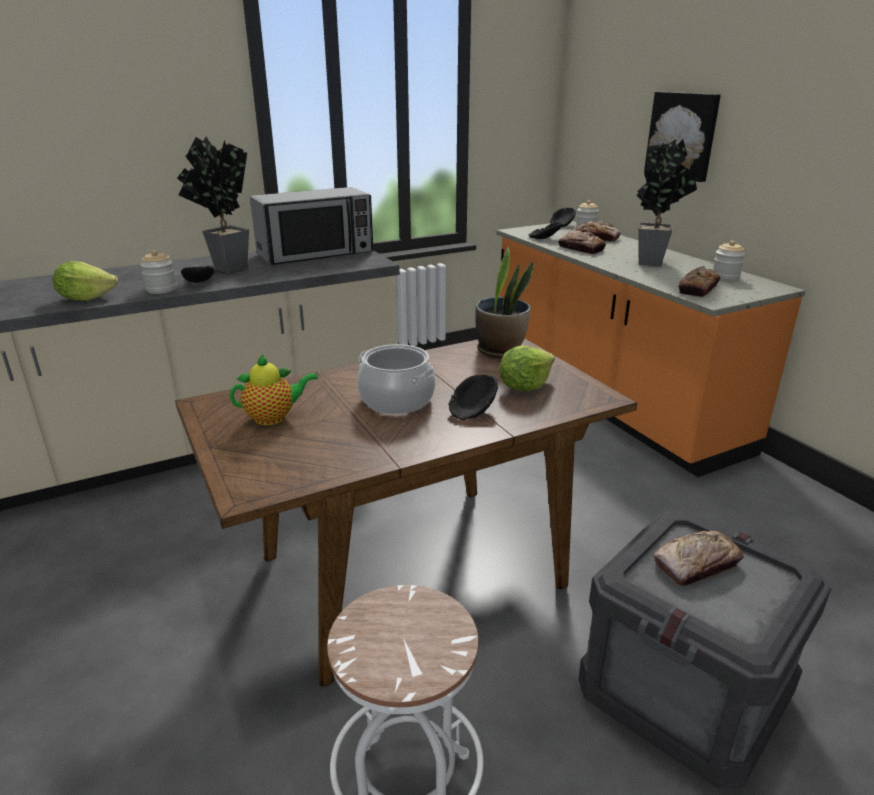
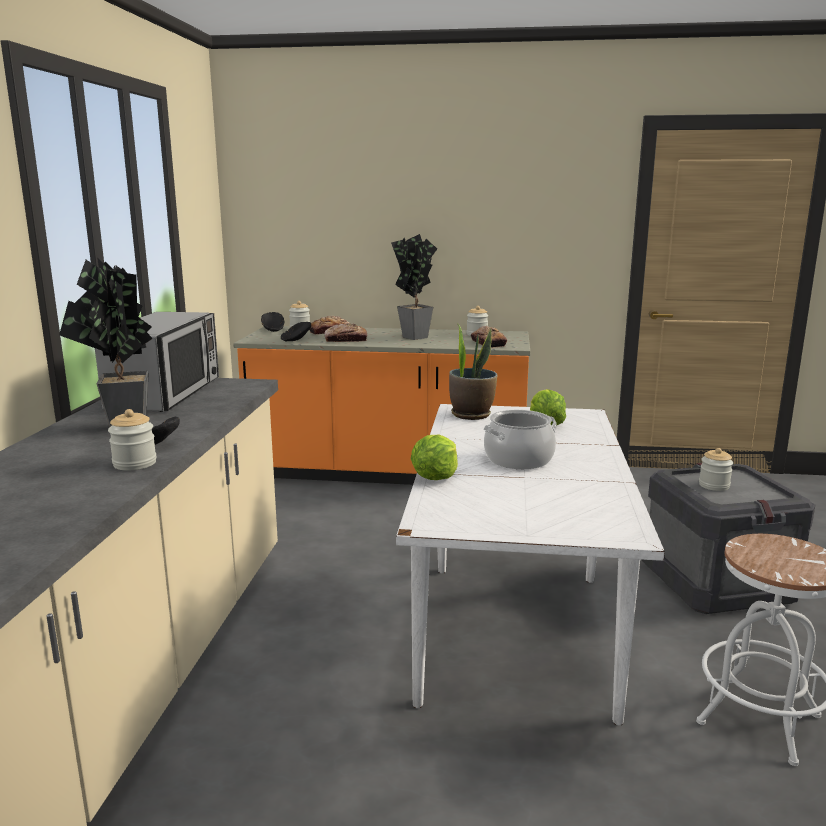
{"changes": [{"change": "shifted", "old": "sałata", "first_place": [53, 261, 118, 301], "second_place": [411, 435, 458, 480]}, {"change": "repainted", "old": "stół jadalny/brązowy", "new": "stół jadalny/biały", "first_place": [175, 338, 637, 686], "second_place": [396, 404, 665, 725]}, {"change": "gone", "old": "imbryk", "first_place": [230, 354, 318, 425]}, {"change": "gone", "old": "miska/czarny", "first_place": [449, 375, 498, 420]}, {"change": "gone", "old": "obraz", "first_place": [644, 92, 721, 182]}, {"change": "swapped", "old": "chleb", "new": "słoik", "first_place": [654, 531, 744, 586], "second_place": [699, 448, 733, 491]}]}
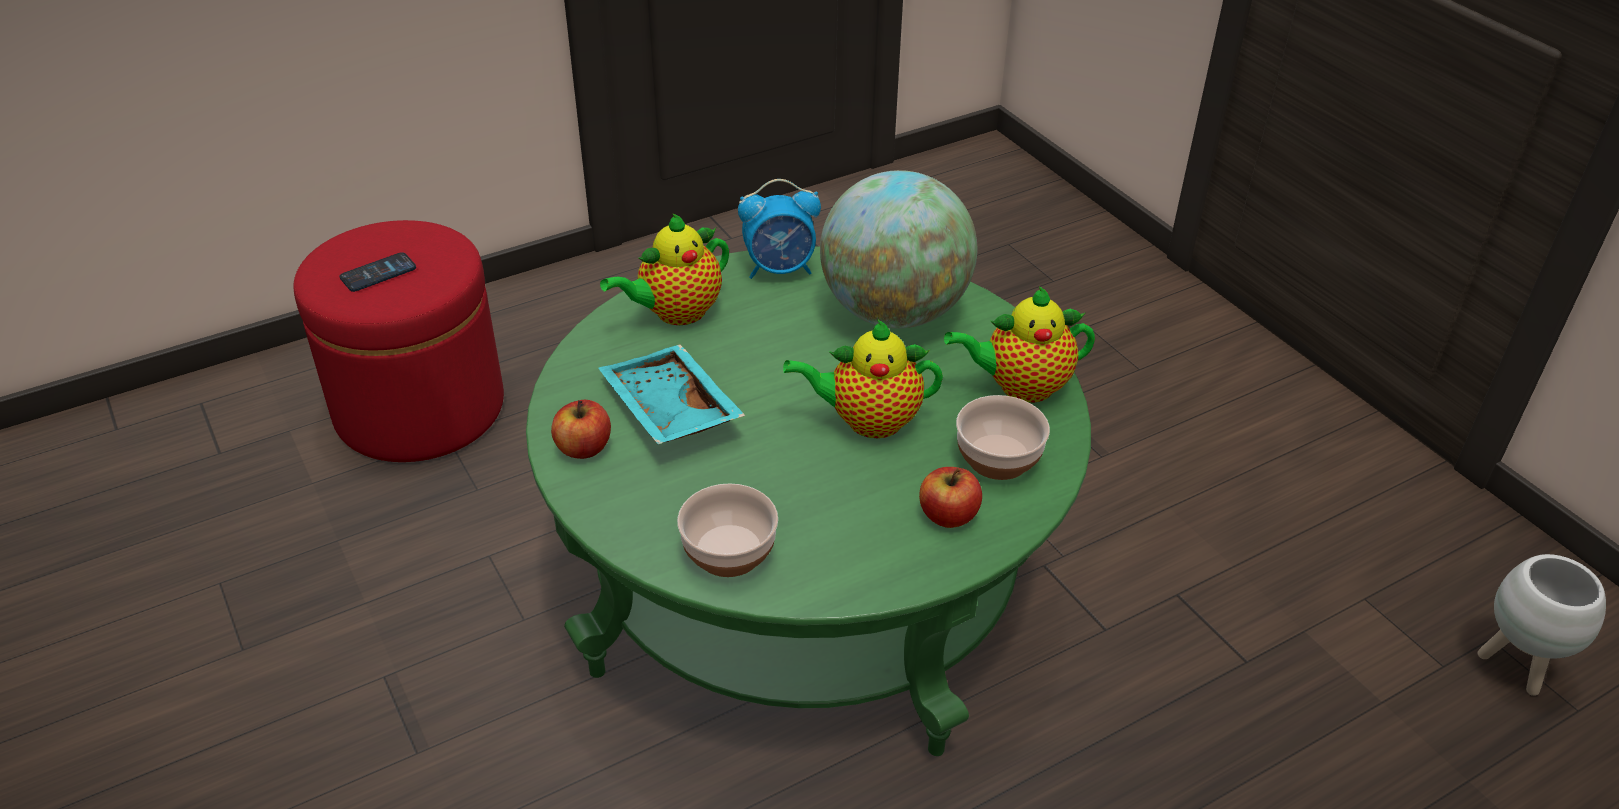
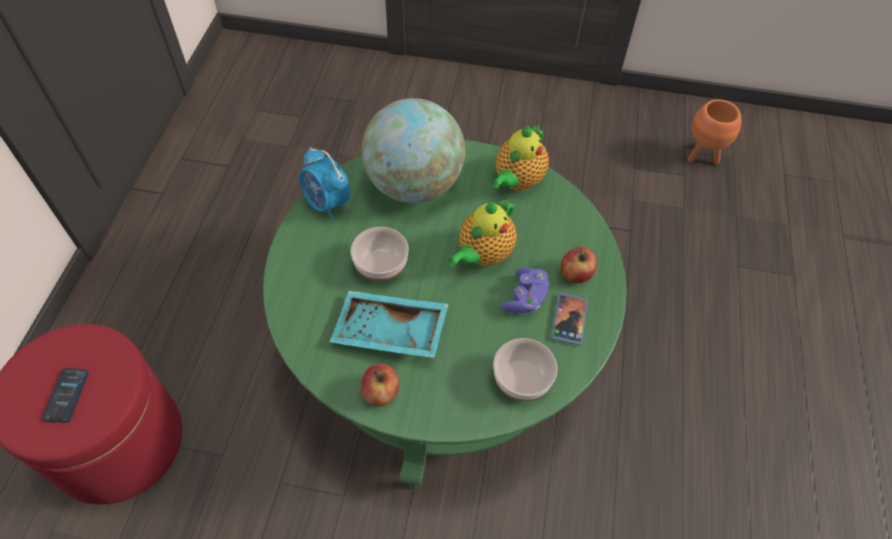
{"changes": [{"change": "gone", "old": "imbryk", "first_place": [600, 213, 729, 325]}, {"change": "rotated", "old": "budzik", "first_place": [738, 179, 821, 279], "second_place": [299, 147, 350, 220], "degrees": 105}, {"change": "shifted", "old": "miska", "first_place": [956, 395, 1050, 480], "second_place": [351, 227, 409, 282]}, {"change": "repainted", "old": "donica/biały", "new": "donica/pomarańczowy", "first_place": [1477, 554, 1606, 696], "second_place": [687, 99, 742, 164]}, {"change": "new", "new": "pad do gier/fioletowy", "second_place": [501, 268, 549, 313]}, {"change": "new", "new": "telefon", "second_place": [552, 292, 588, 346]}]}
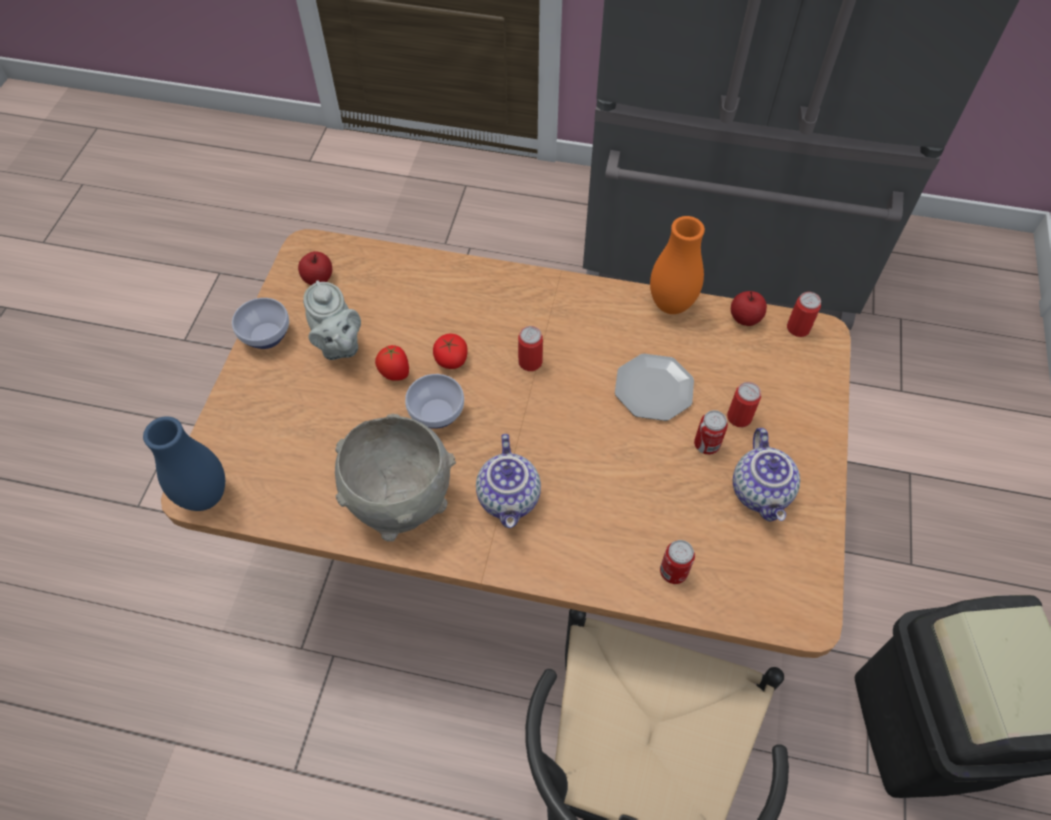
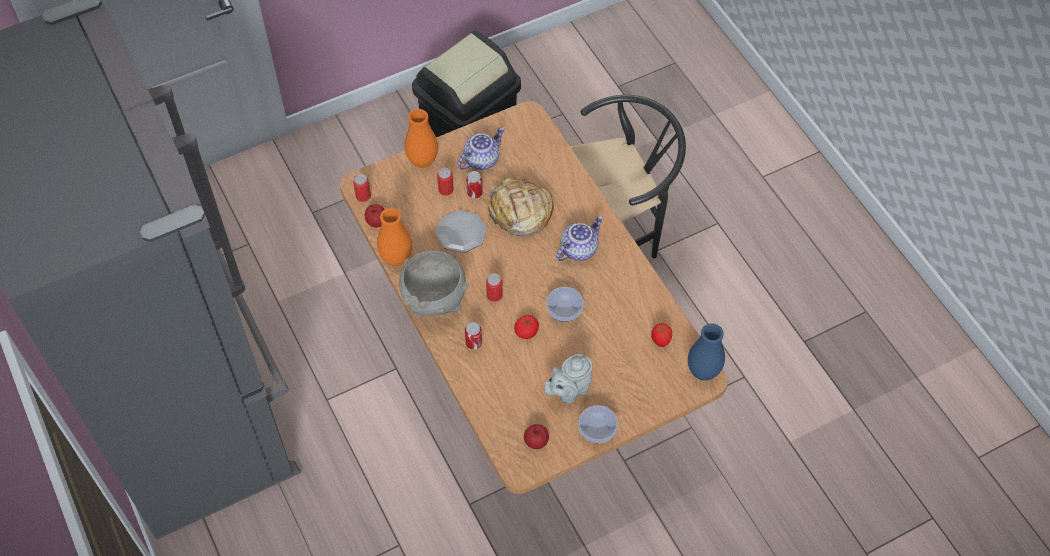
{"changes": [{"change": "rotated", "old": "imbryk/szary", "first_place": [303, 280, 361, 360], "second_place": [544, 354, 593, 404], "degrees": -150}, {"change": "shifted", "old": "miska/szary", "first_place": [335, 414, 456, 542], "second_place": [399, 251, 469, 318]}, {"change": "shifted", "old": "pomidor", "first_place": [375, 345, 409, 381], "second_place": [651, 323, 672, 347]}, {"change": "shifted", "old": "puszka", "first_place": [660, 540, 695, 584], "second_place": [465, 322, 482, 350]}, {"change": "new", "new": "wazon/pomarańczowy", "second_place": [405, 109, 438, 168]}, {"change": "new", "new": "chleb", "second_place": [488, 178, 554, 236]}]}
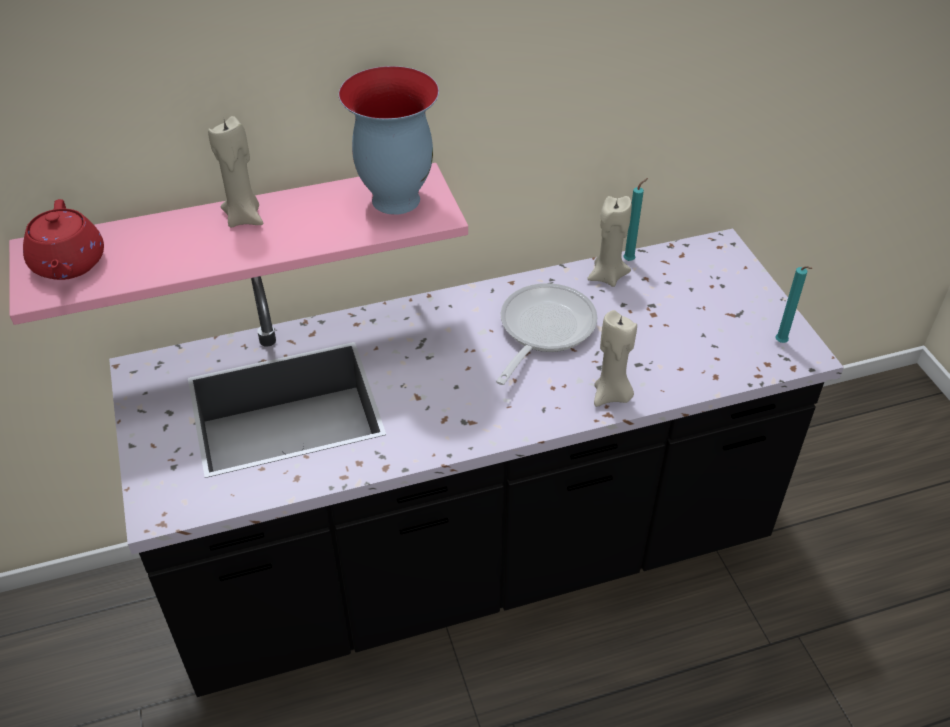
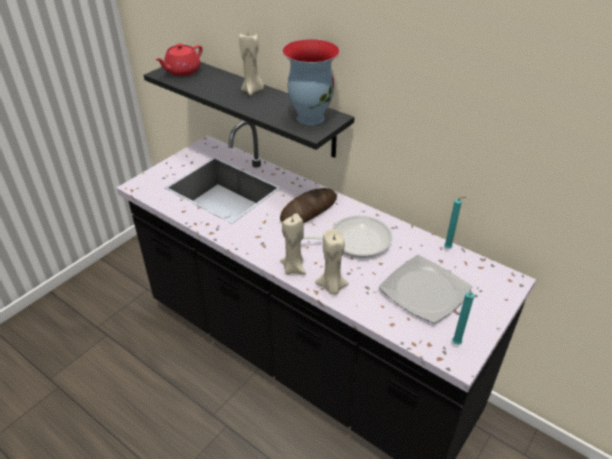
{"changes": [{"change": "repainted", "old": "półka/różowy", "new": "półka/czarny", "first_place": [9, 163, 468, 325], "second_place": [144, 62, 354, 158]}, {"change": "shifted", "old": "świeca/beżowy", "first_place": [587, 196, 632, 287], "second_place": [280, 213, 306, 275]}, {"change": "new", "new": "chleb", "second_place": [280, 188, 337, 223]}, {"change": "new", "new": "talerz", "second_place": [379, 255, 472, 323]}]}
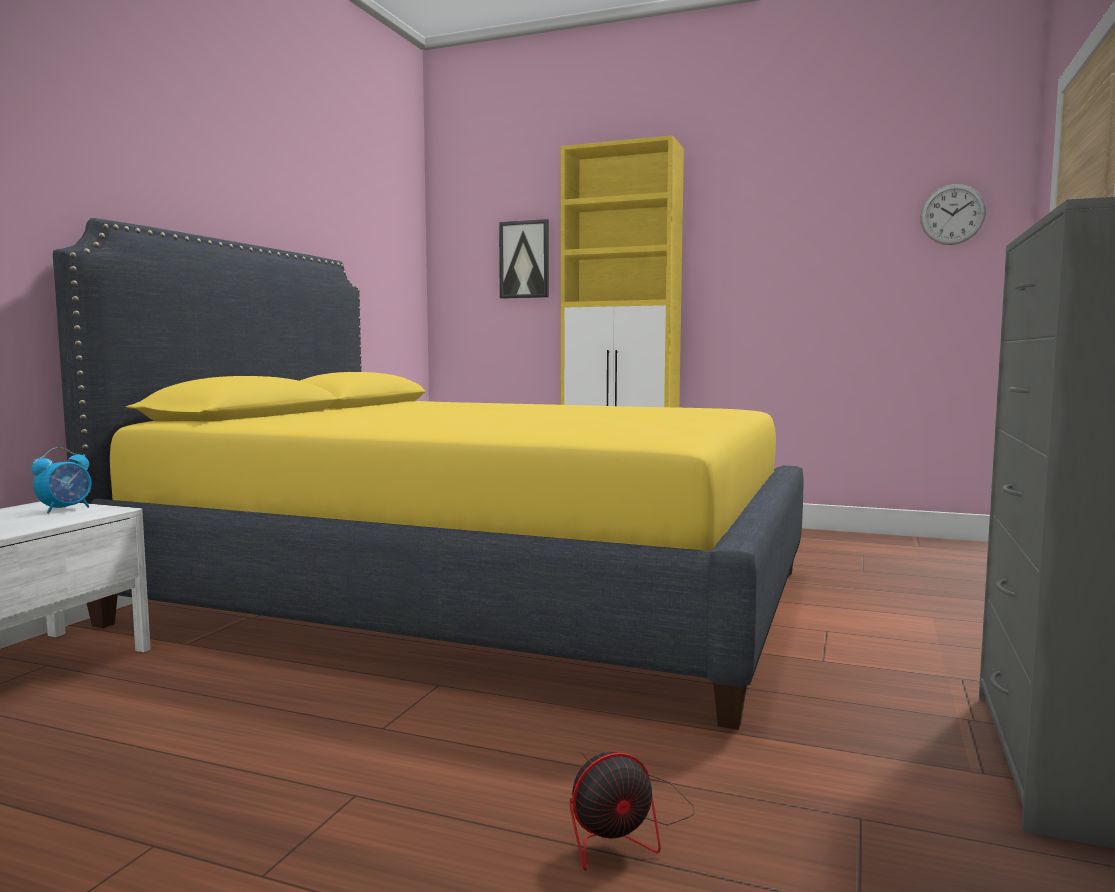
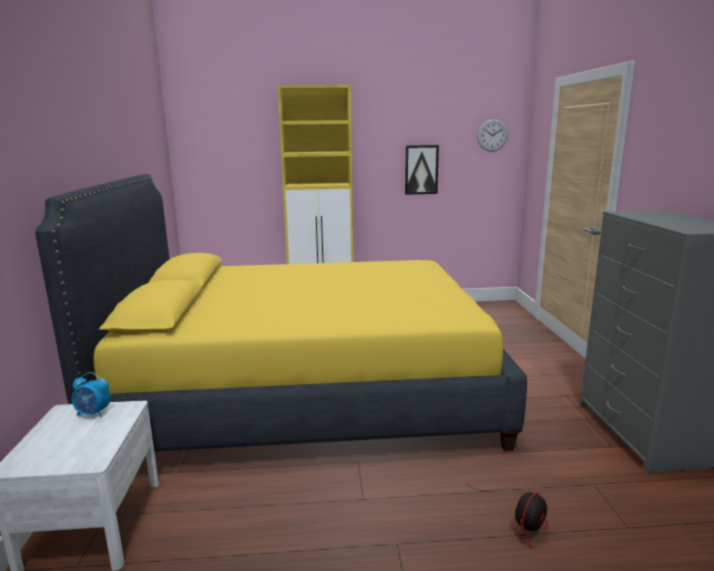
{"changes": [{"change": "rotated", "old": "budzik", "first_place": [31, 447, 92, 514], "second_place": [72, 372, 111, 418], "degrees": 90}, {"change": "shifted", "old": "obraz", "first_place": [499, 219, 549, 299], "second_place": [405, 145, 439, 195]}]}
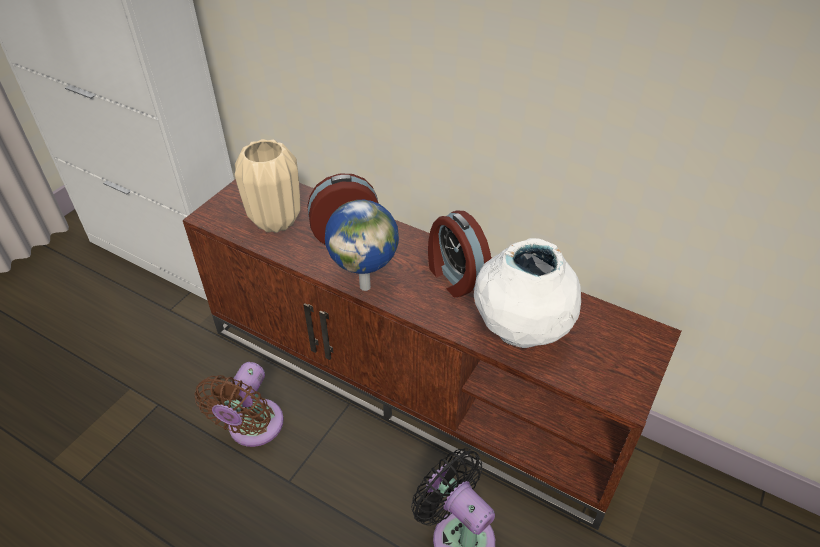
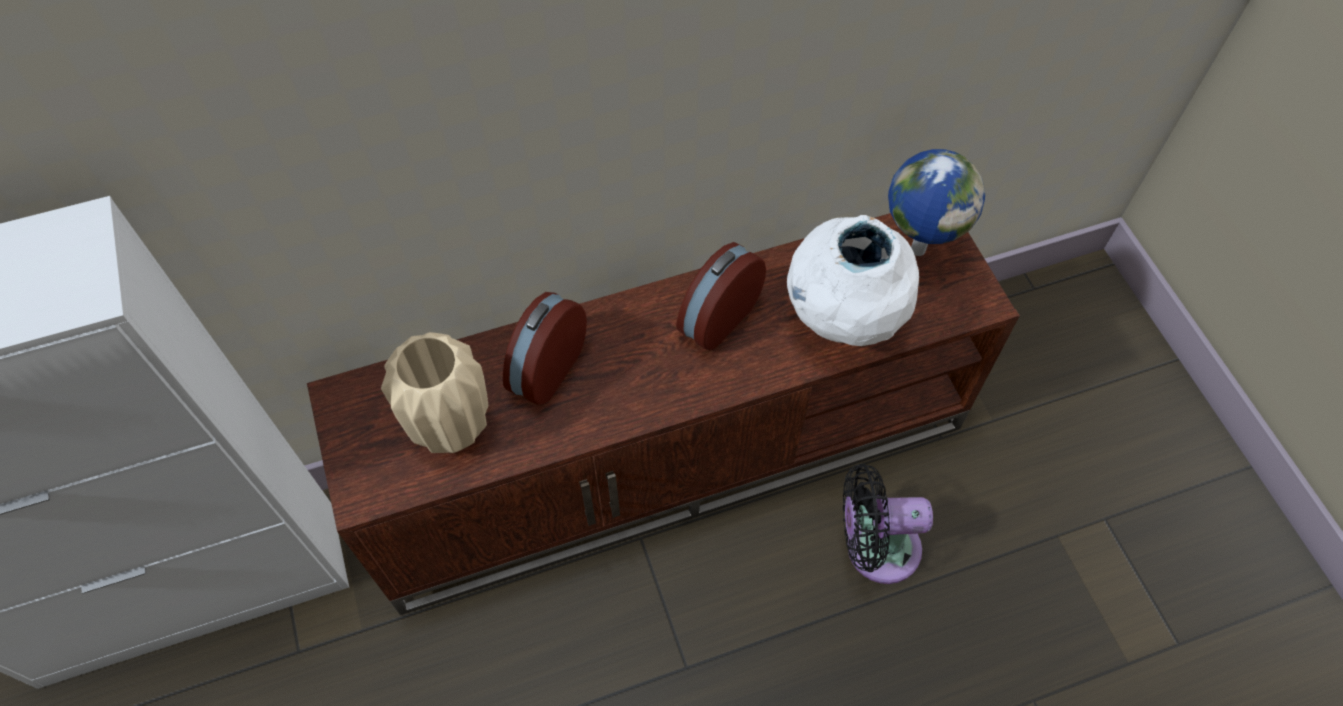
{"changes": [{"change": "gone", "old": "wentylator/brązowy", "first_place": [195, 362, 284, 447]}, {"change": "shifted", "old": "globus", "first_place": [325, 200, 399, 291], "second_place": [888, 149, 985, 256]}, {"change": "rotated", "old": "budzik", "first_place": [428, 211, 491, 297], "second_place": [676, 242, 766, 350], "degrees": 120}]}
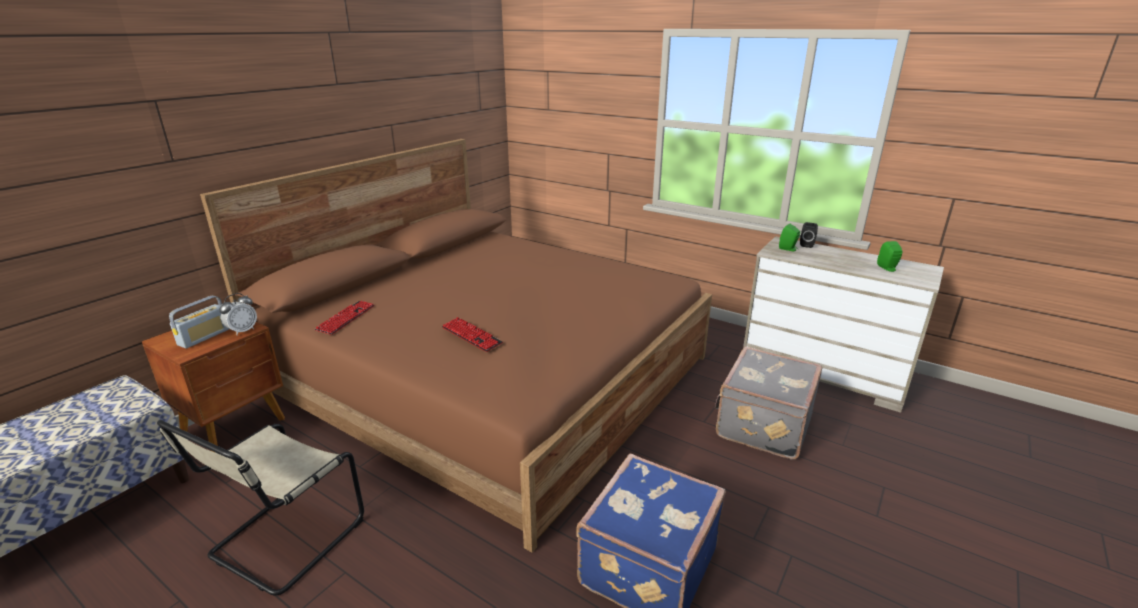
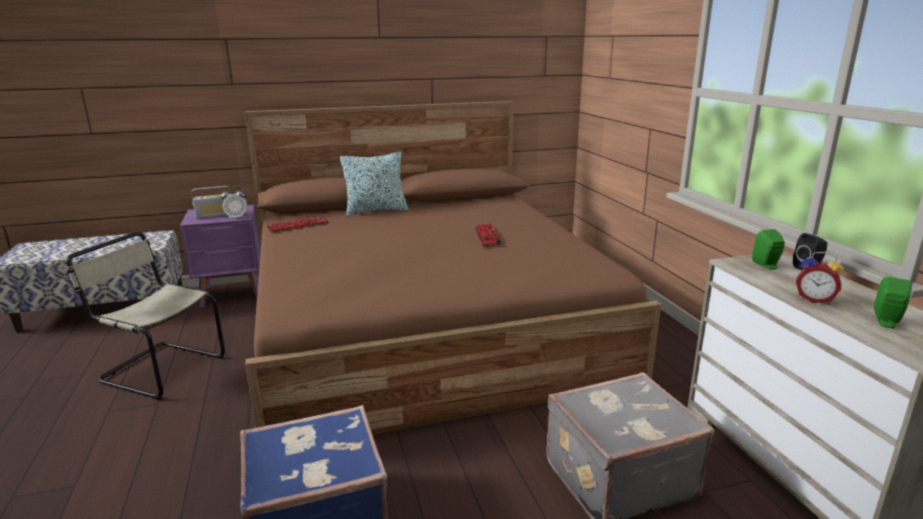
{"changes": [{"change": "repainted", "old": "szafka nocna/brązowy", "new": "szafka nocna/fioletowy", "first_place": [142, 322, 285, 453], "second_place": [180, 204, 261, 307]}, {"change": "rotated", "old": "krzesło/beżowy", "first_place": [157, 420, 364, 596], "second_place": [66, 232, 225, 400], "degrees": 45}, {"change": "shifted", "old": "klawiatura", "first_place": [442, 317, 503, 352], "second_place": [475, 223, 502, 247]}, {"change": "new", "new": "poduszka", "second_place": [340, 151, 408, 216]}, {"change": "new", "new": "budzik", "second_place": [796, 252, 844, 303]}]}
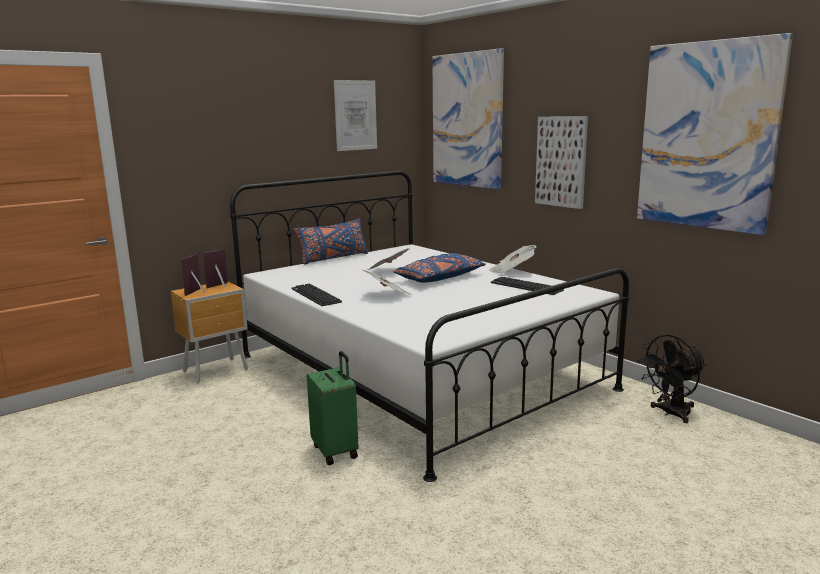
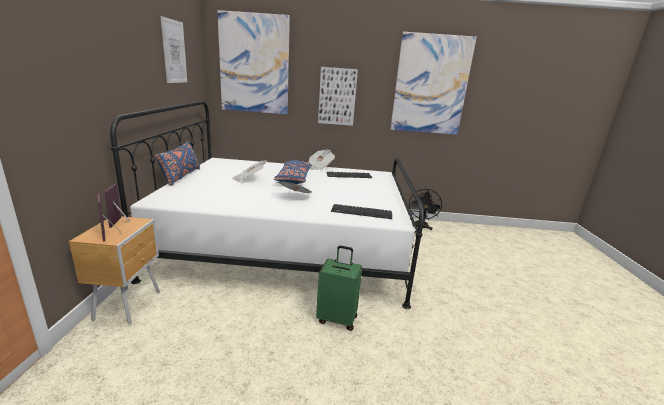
{"changes": [{"change": "shifted", "old": "klawiatura", "first_place": [291, 284, 342, 306], "second_place": [331, 204, 392, 219]}]}
